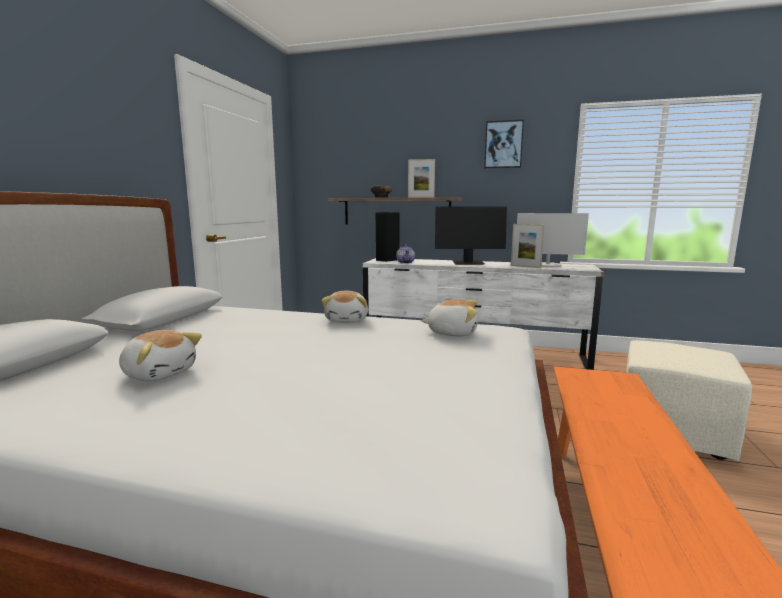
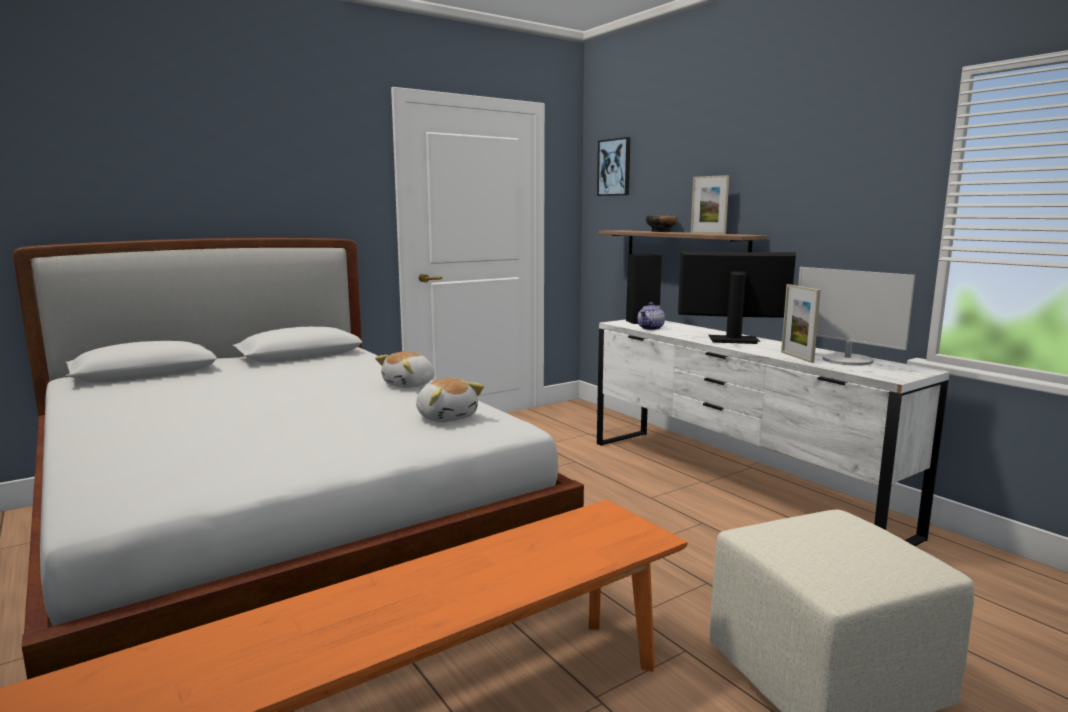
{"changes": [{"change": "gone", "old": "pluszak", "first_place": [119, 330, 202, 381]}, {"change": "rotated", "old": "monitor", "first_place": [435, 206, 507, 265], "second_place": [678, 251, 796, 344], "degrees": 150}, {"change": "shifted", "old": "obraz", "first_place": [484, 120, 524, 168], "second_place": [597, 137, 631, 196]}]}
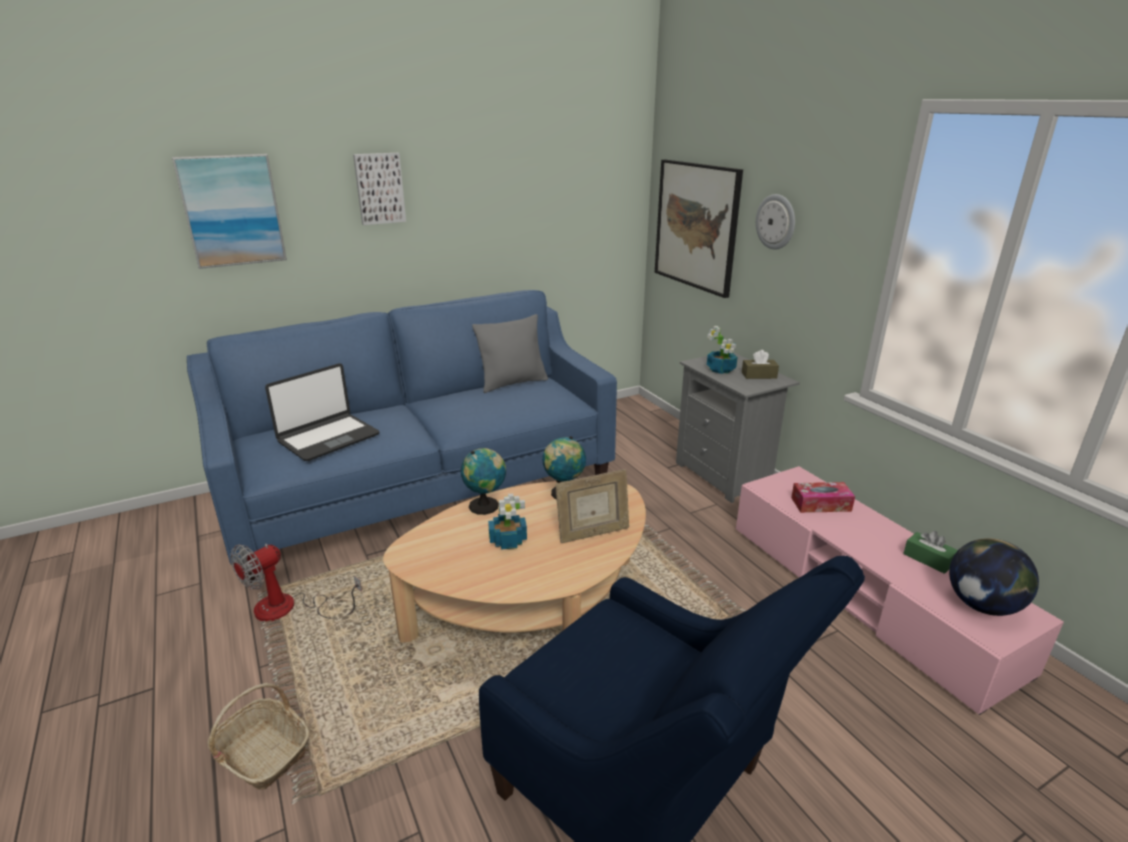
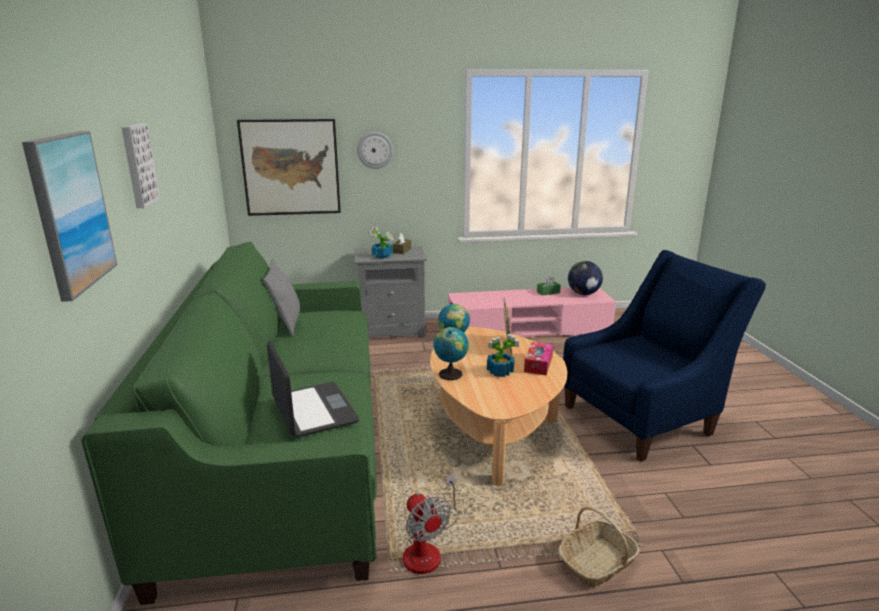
{"changes": [{"change": "repainted", "old": "kanapa/niebieski", "new": "kanapa/zielony", "first_place": [187, 290, 617, 583], "second_place": [81, 242, 377, 605]}, {"change": "shifted", "old": "pudełko chusteczek", "first_place": [791, 482, 855, 513], "second_place": [524, 342, 553, 376]}]}
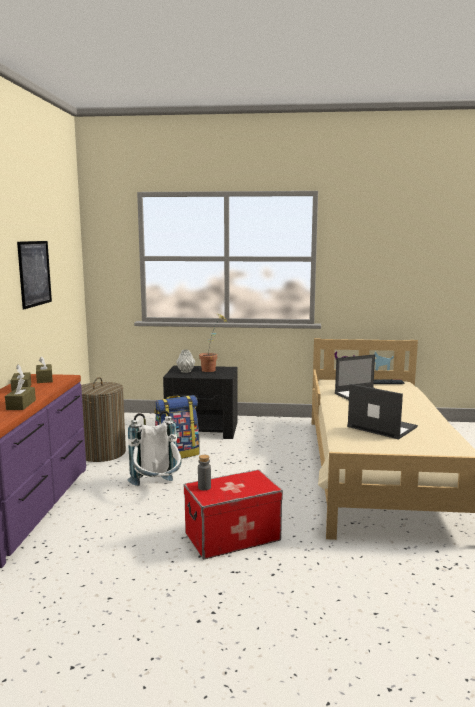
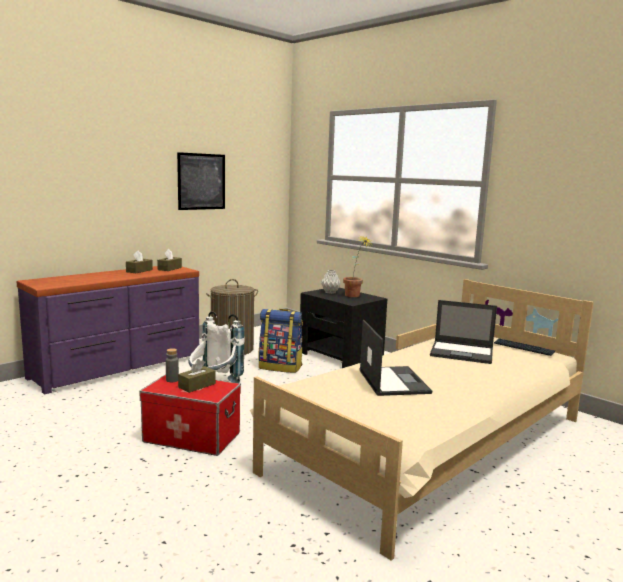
{"changes": [{"change": "shifted", "old": "pudełko chusteczek/brązowy", "first_place": [5, 378, 36, 410], "second_place": [178, 359, 216, 393]}]}
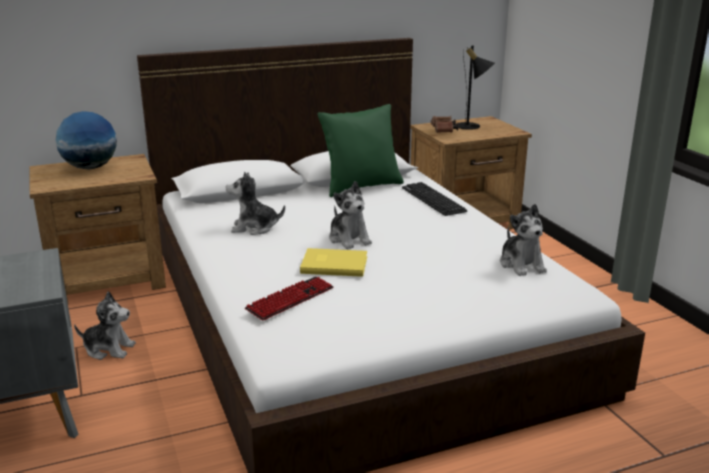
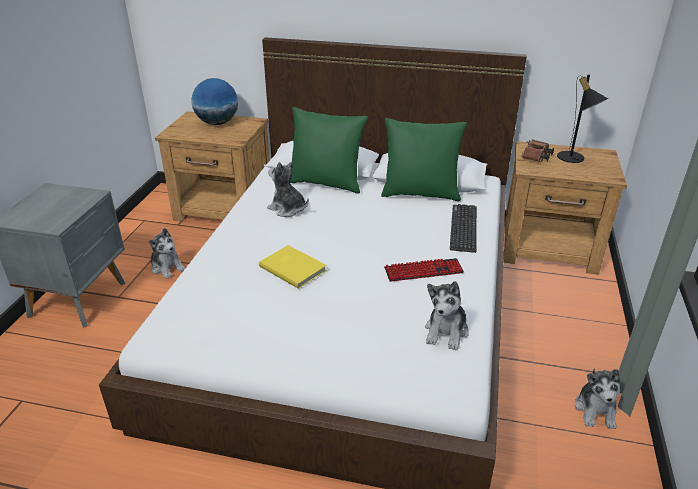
{"changes": [{"change": "shifted", "old": "klawiatura", "first_place": [245, 277, 333, 321], "second_place": [384, 258, 464, 282]}, {"change": "shifted", "old": "pluszak", "first_place": [329, 181, 372, 249], "second_place": [575, 368, 620, 429]}, {"change": "new", "new": "poduszka/zielony", "second_place": [290, 107, 368, 194]}]}
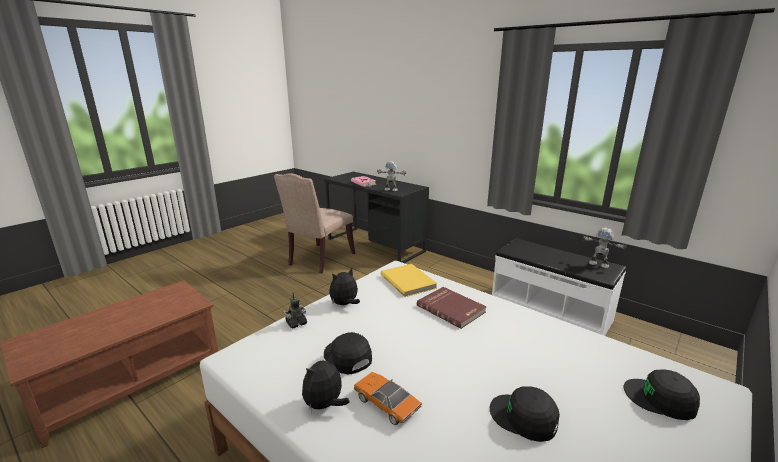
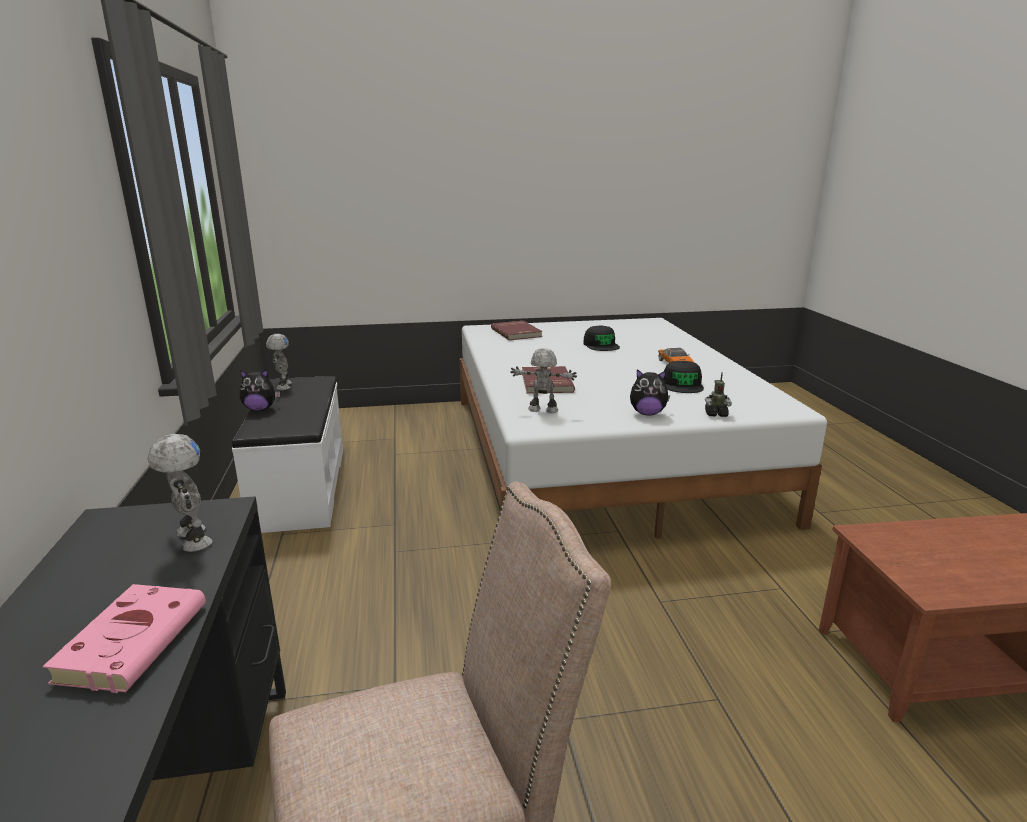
{"changes": [{"change": "shifted", "old": "pluszak", "first_place": [302, 353, 349, 413], "second_place": [240, 369, 280, 411]}, {"change": "swapped", "old": "książka/żółty", "new": "robot zabawkowy", "first_place": [381, 264, 437, 297], "second_place": [510, 348, 577, 413]}, {"change": "swapped", "old": "czapka z daszkiem/czarny", "new": "książka/czerwony", "first_place": [624, 369, 700, 420], "second_place": [491, 321, 542, 340]}]}
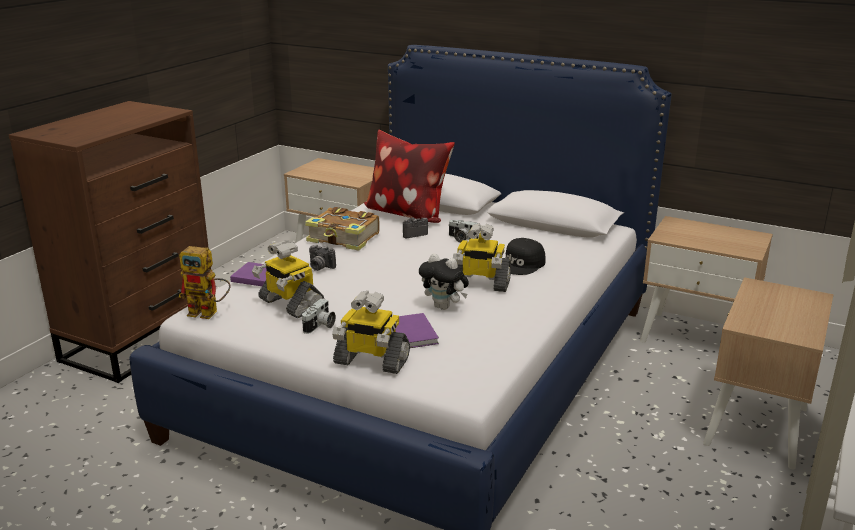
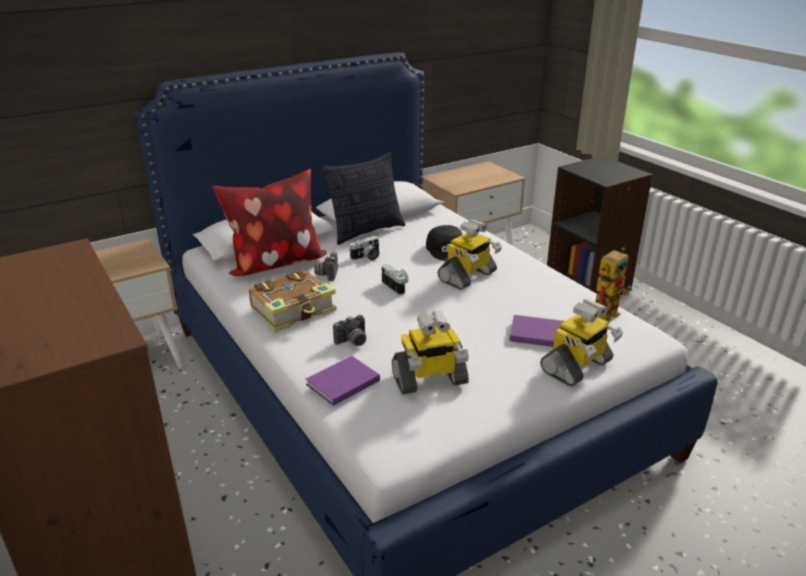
{"changes": [{"change": "shifted", "old": "robot zabawkowy", "first_place": [179, 246, 231, 319], "second_place": [596, 247, 632, 323]}, {"change": "shifted", "old": "aparat fotograficzny", "first_place": [302, 299, 336, 334], "second_place": [381, 264, 408, 295]}, {"change": "gone", "old": "pluszak", "first_place": [419, 253, 469, 310]}, {"change": "swapped", "old": "szafka nocna/beżowy", "new": "regał/czarny", "first_place": [703, 277, 834, 469], "second_place": [547, 156, 653, 295]}, {"change": "new", "new": "poduszka", "second_place": [322, 152, 405, 245]}]}
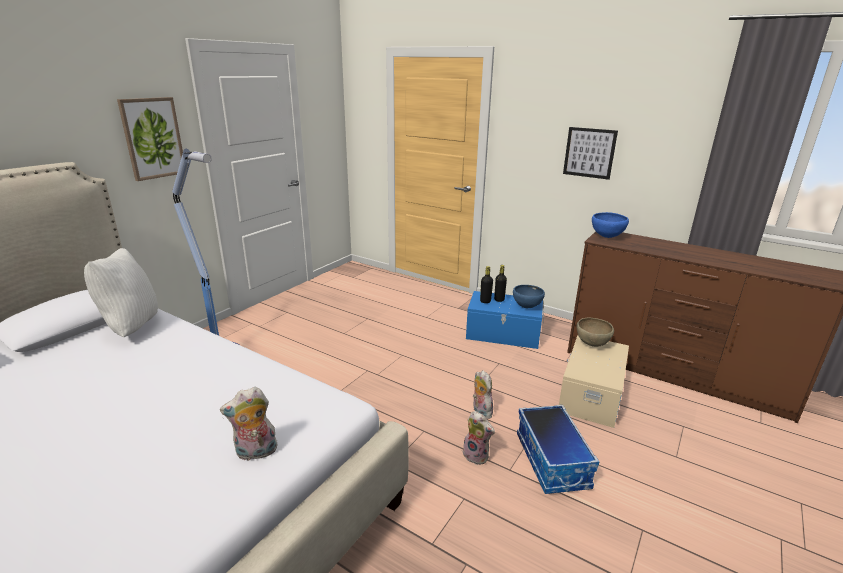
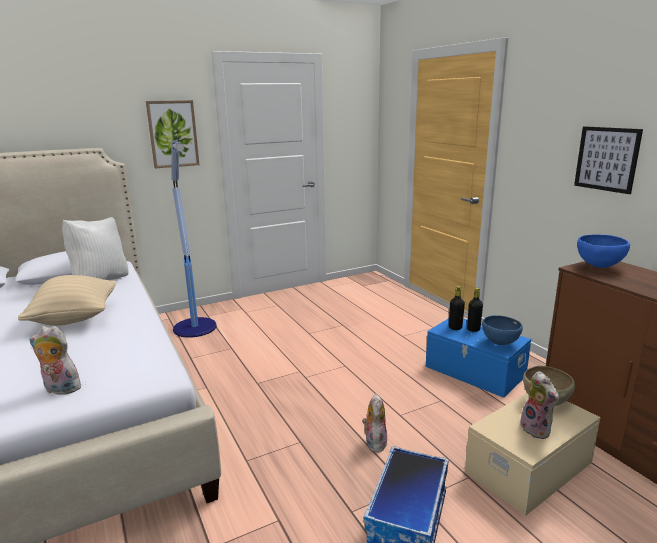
{"changes": [{"change": "shifted", "old": "pluszak", "first_place": [463, 411, 495, 465], "second_place": [520, 371, 559, 439]}, {"change": "new", "new": "poduszka/beżowy", "second_place": [18, 275, 116, 326]}]}
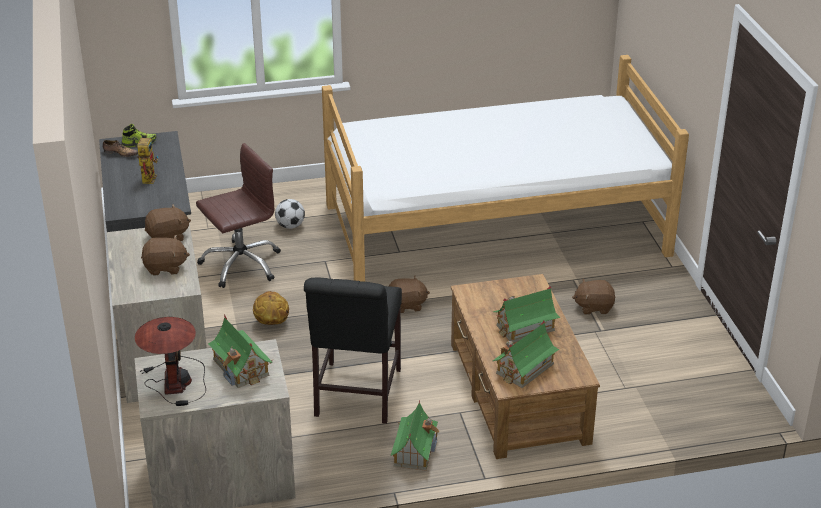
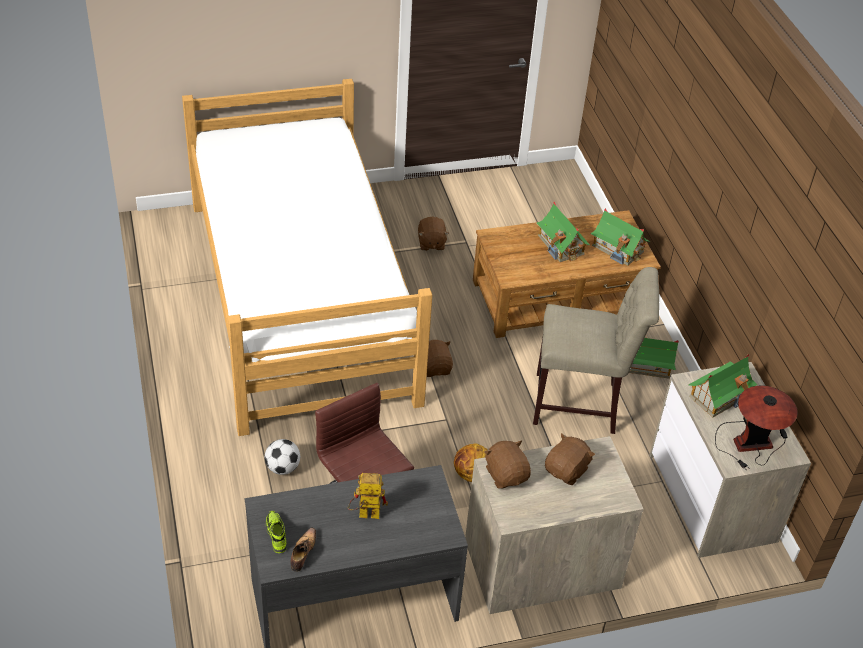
{"changes": [{"change": "rotated", "old": "pluszak/brązowy", "first_place": [141, 235, 190, 275], "second_place": [545, 433, 595, 485], "degrees": 45}, {"change": "repainted", "old": "krzesło/czarny", "new": "krzesło/beżowy", "first_place": [304, 278, 402, 424], "second_place": [533, 267, 659, 434]}]}
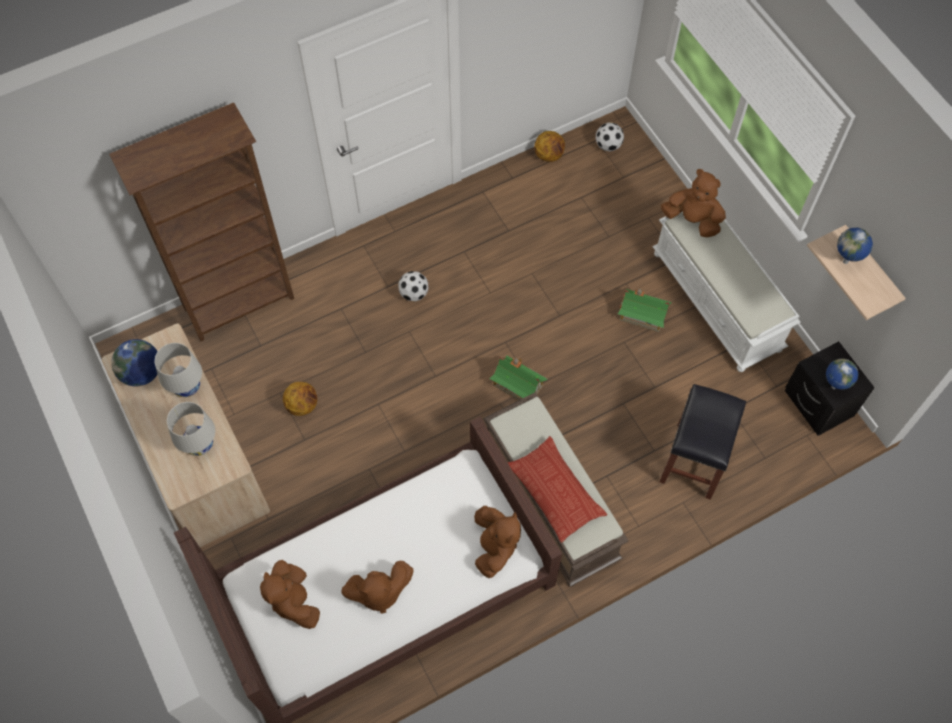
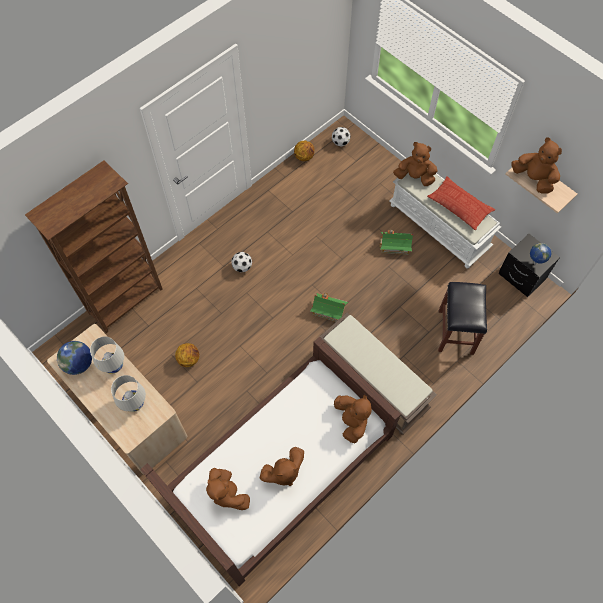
{"changes": [{"change": "shifted", "old": "poduszka", "first_place": [508, 436, 607, 543], "second_place": [427, 176, 495, 230]}, {"change": "swapped", "old": "globus", "new": "pluszak/brązowy", "first_place": [837, 228, 873, 264], "second_place": [511, 137, 562, 193]}]}
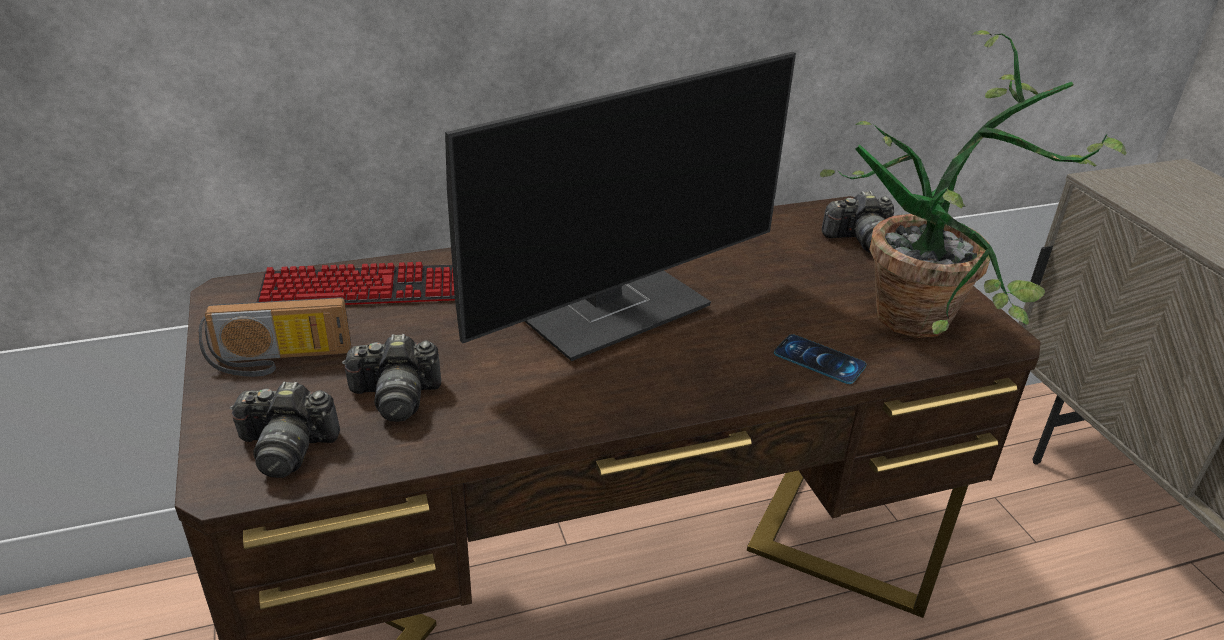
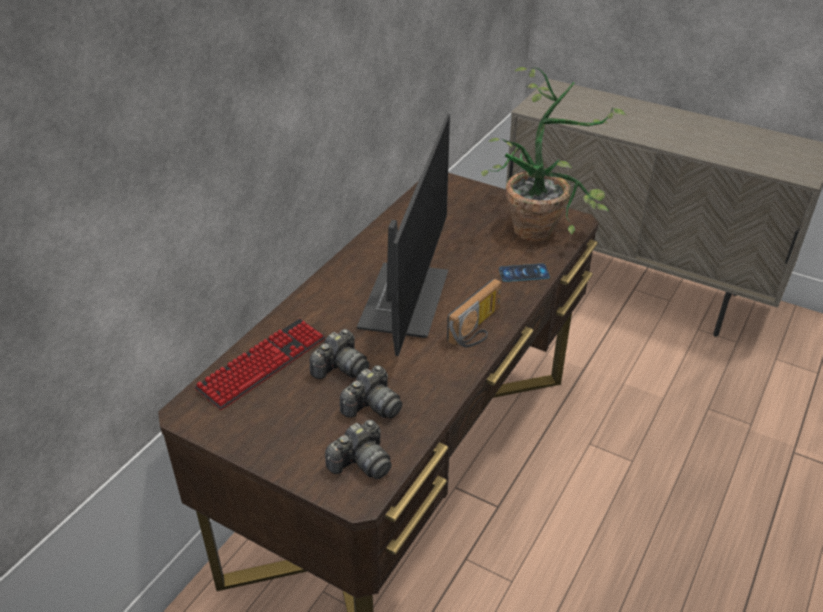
{"changes": [{"change": "shifted", "old": "radio", "first_place": [198, 297, 351, 377], "second_place": [447, 278, 502, 347]}, {"change": "shifted", "old": "aparat fotograficzny", "first_place": [822, 191, 894, 253], "second_place": [310, 329, 369, 379]}]}
